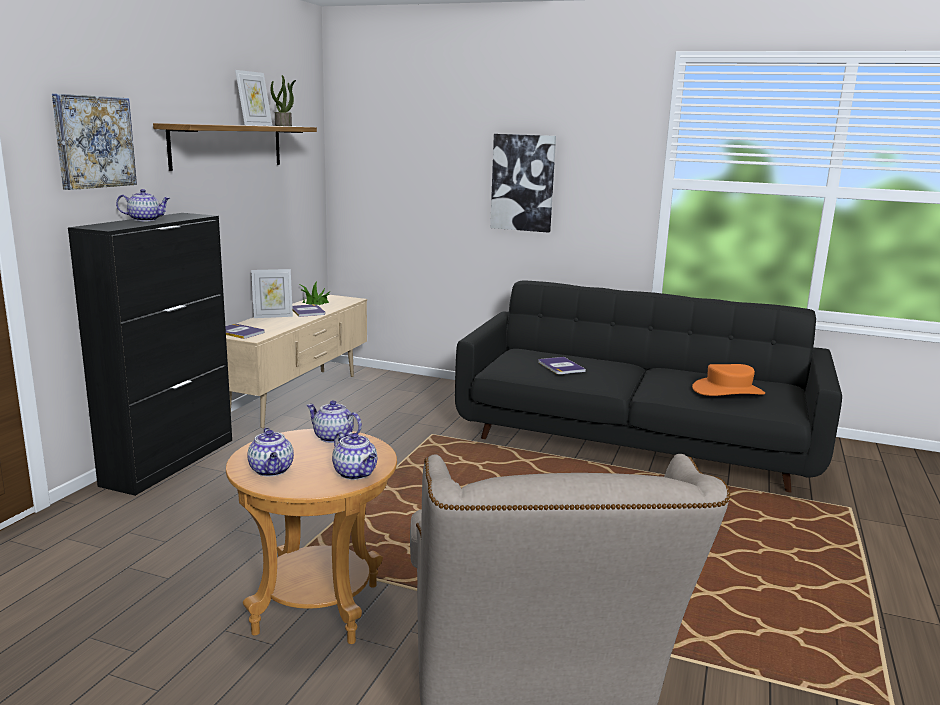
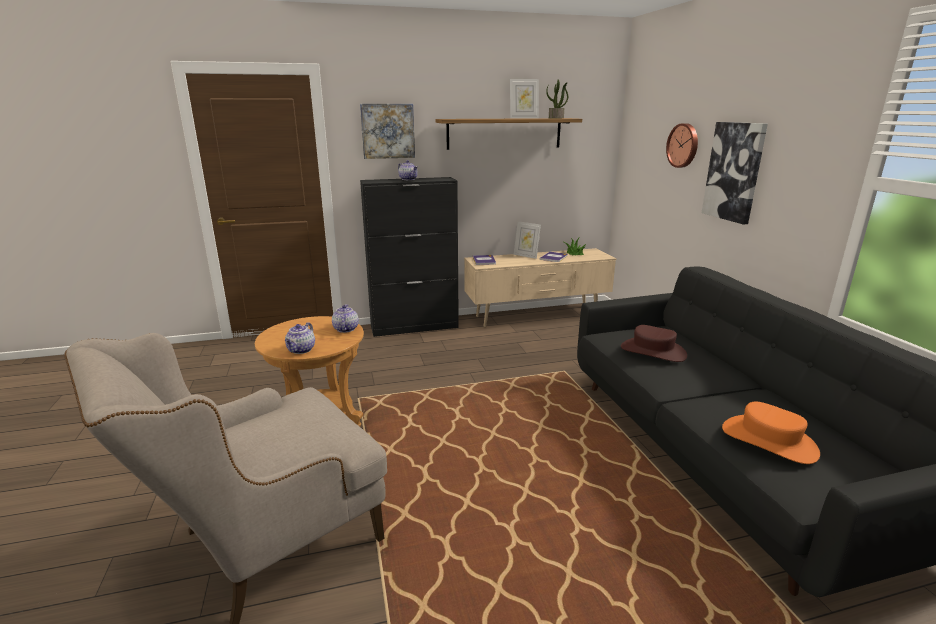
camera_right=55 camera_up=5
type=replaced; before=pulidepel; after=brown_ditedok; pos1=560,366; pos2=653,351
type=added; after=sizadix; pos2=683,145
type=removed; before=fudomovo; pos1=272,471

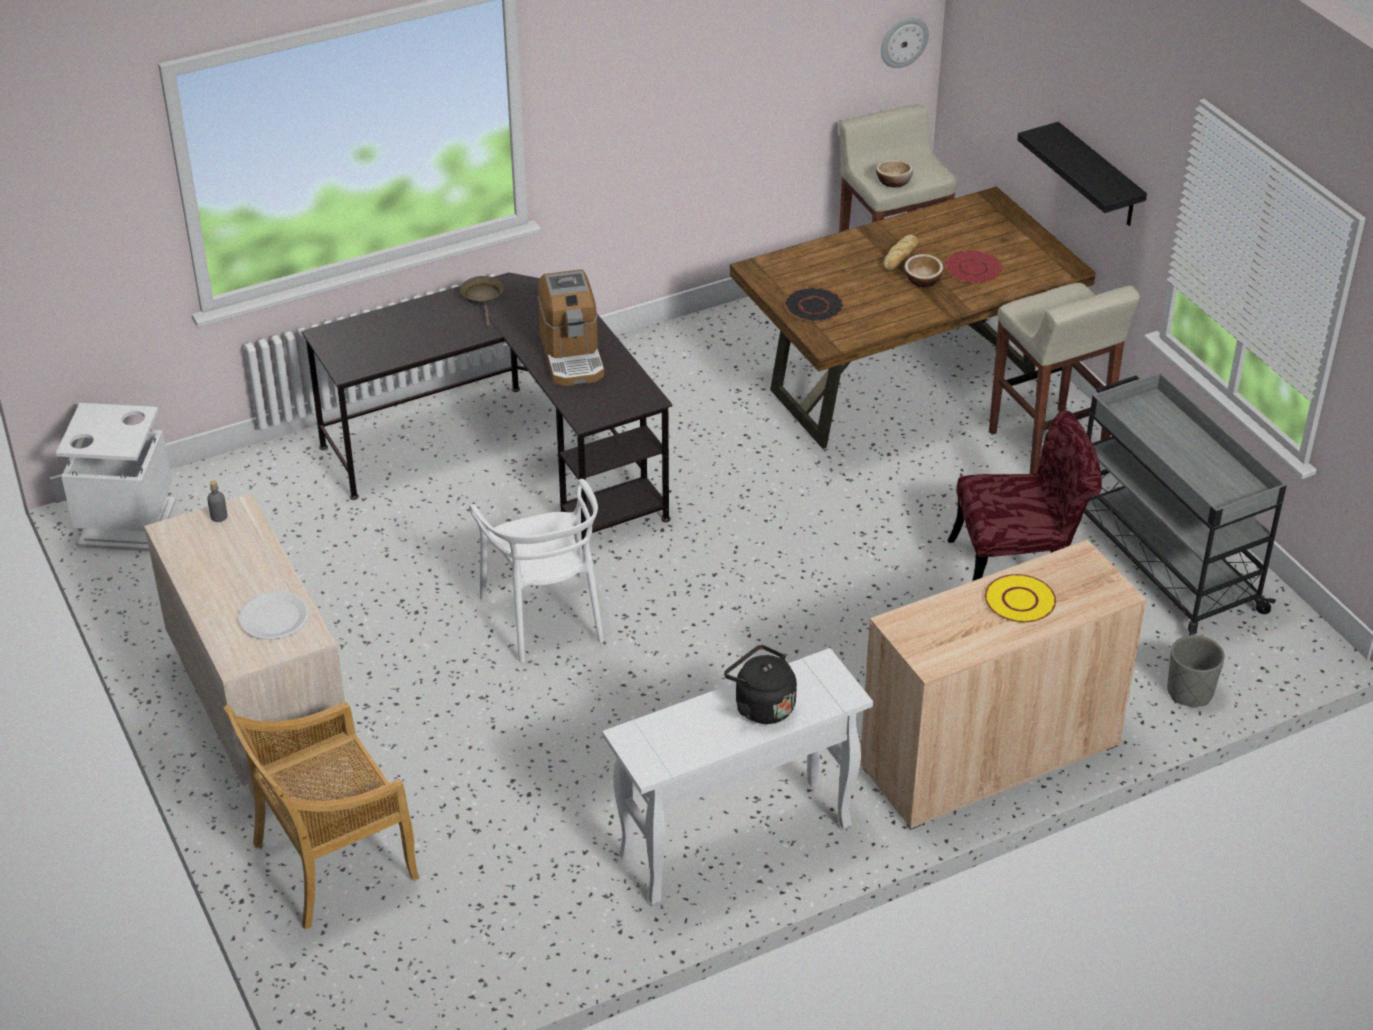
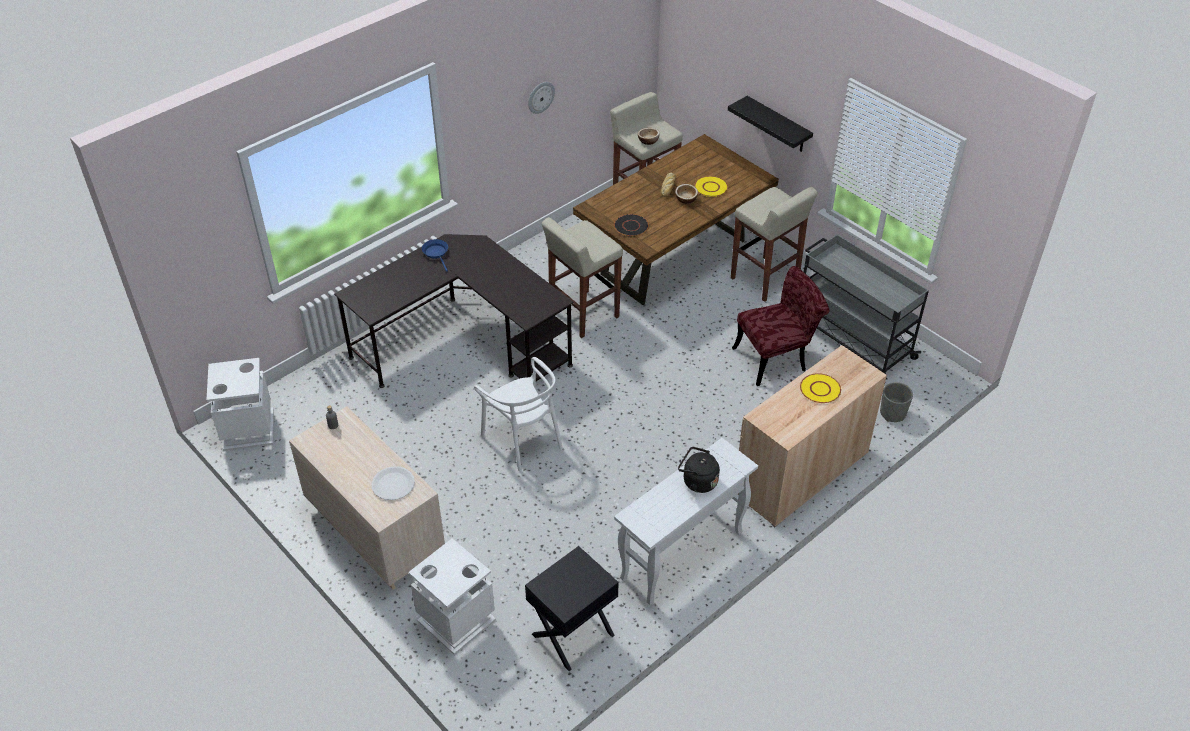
camera_right=-15 camera_up=5
type=replaced; before=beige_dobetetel; after=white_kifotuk; pos1=332,863; pos2=455,620
type=recoloured; before=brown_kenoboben; after=blue_kenoboben; pos1=483,298; pos2=436,253
type=added; after=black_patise; pos2=573,635
type=moved; before=sizadix; pos1=903,41; pos2=540,97
type=added; after=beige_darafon; pos2=583,314
type=recoloured; before=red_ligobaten; after=yellow_ligobaten; pos1=973,268; pos2=711,187
type=removed; before=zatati; pos1=572,356

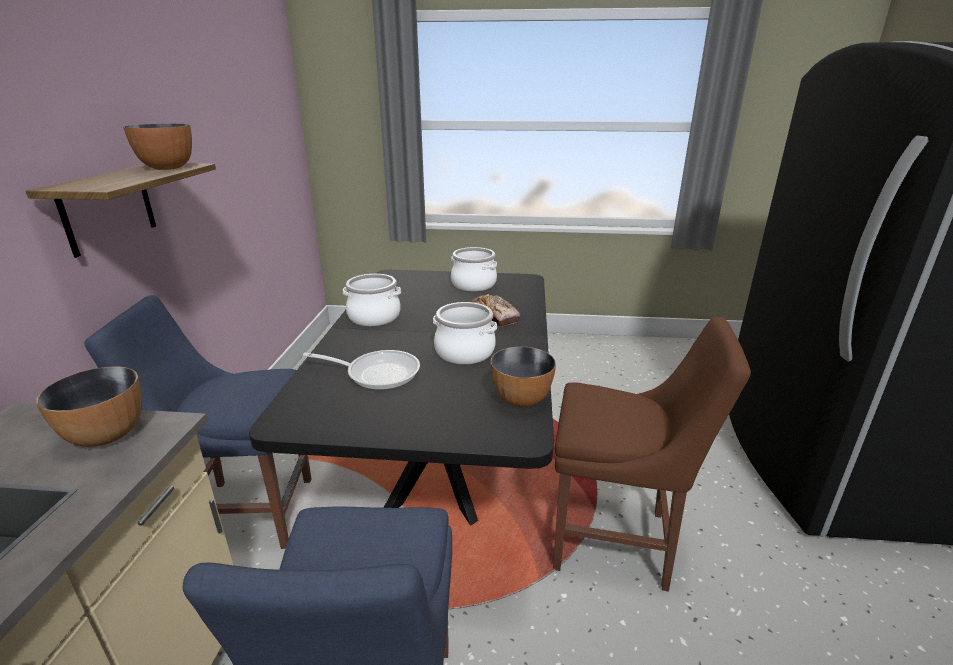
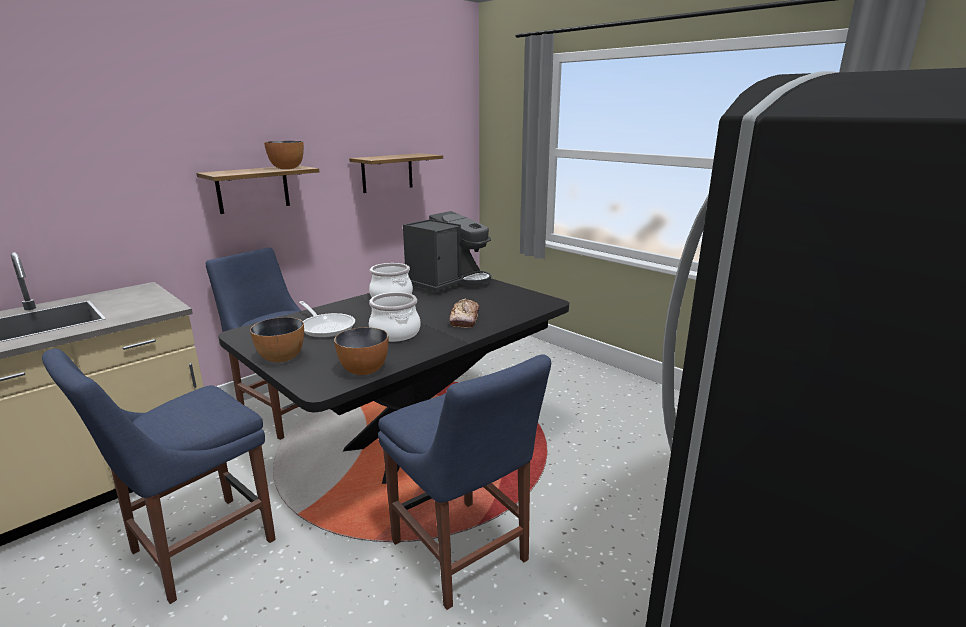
camera_right=40 camera_up=-5
type=moved; before=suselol; pos1=106,435; pos2=281,358
type=added; after=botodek; pos2=387,173
type=recoloured; before=brown_dobetetel; after=blue_dobetetel; pos1=617,541; pos2=462,555
type=added; after=zatati; pos2=448,283
type=removed; before=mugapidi; pos1=473,285

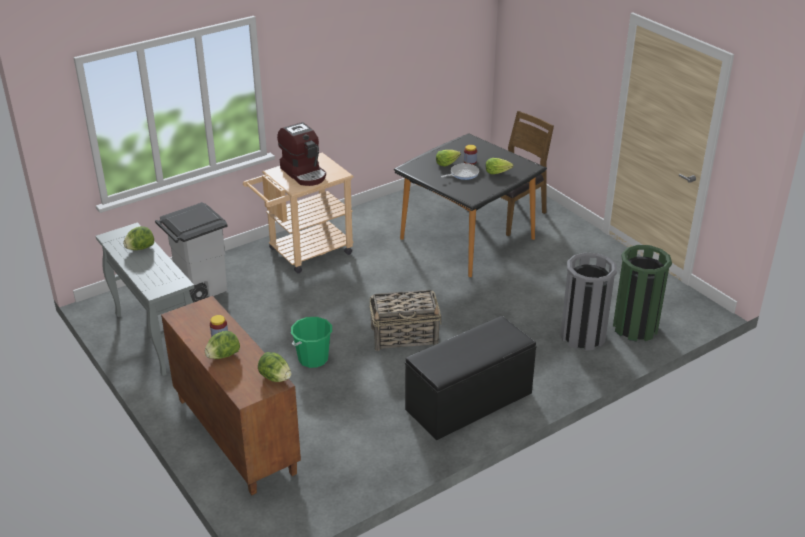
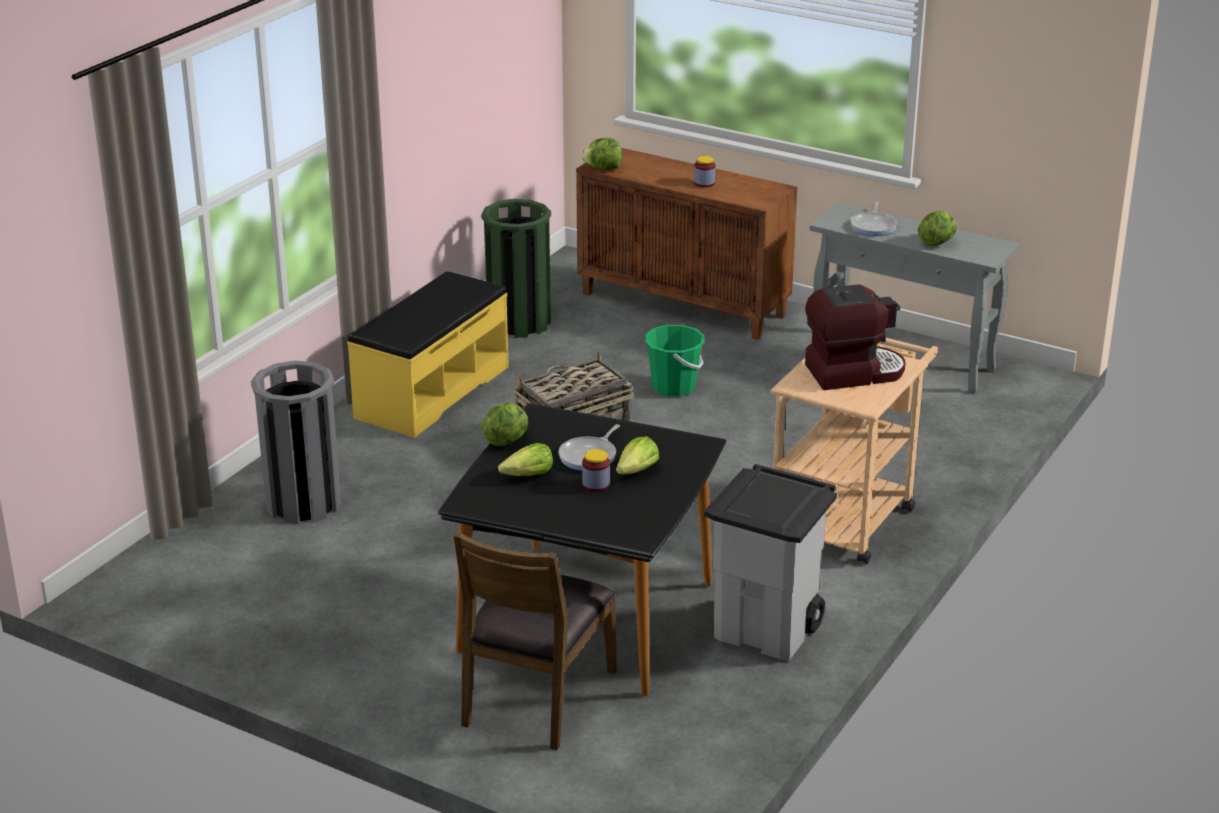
camera_right=155 camera_up=-5
type=recoloured; before=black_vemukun; after=yellow_vemukun; pos1=469,402; pos2=431,392
type=moved; before=green_kifotuk; pos1=635,327; pos2=519,323
type=moved; before=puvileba; pos1=223,356; pos2=506,440
type=moved; before=grey_kifotuk; pos1=199,287; pos2=768,630
type=turned; before=zatati; pos1=304,173; pos2=853,372; turn=135
type=added; after=kenoboben; pos2=873,226

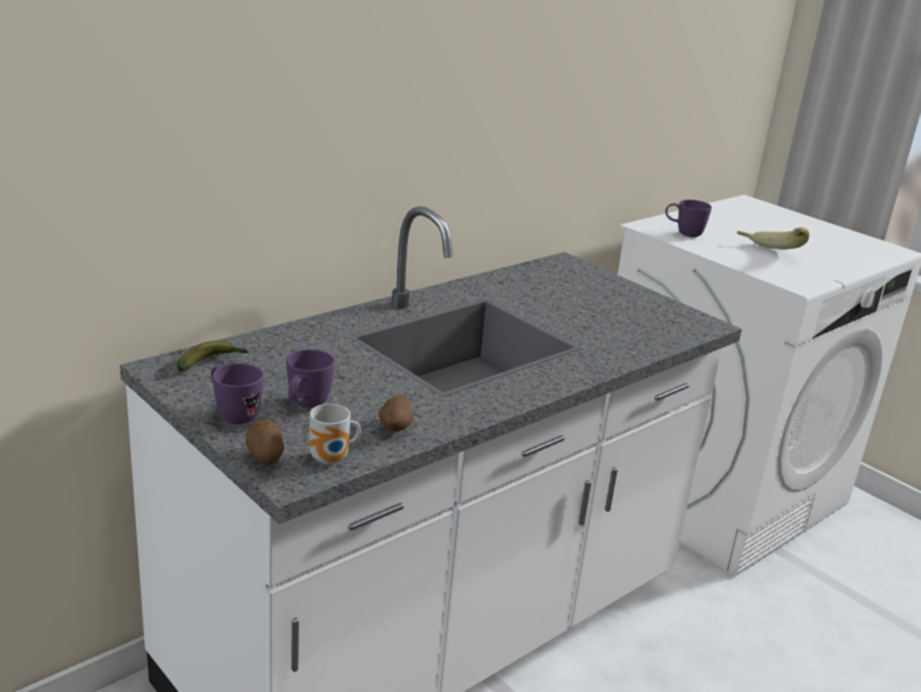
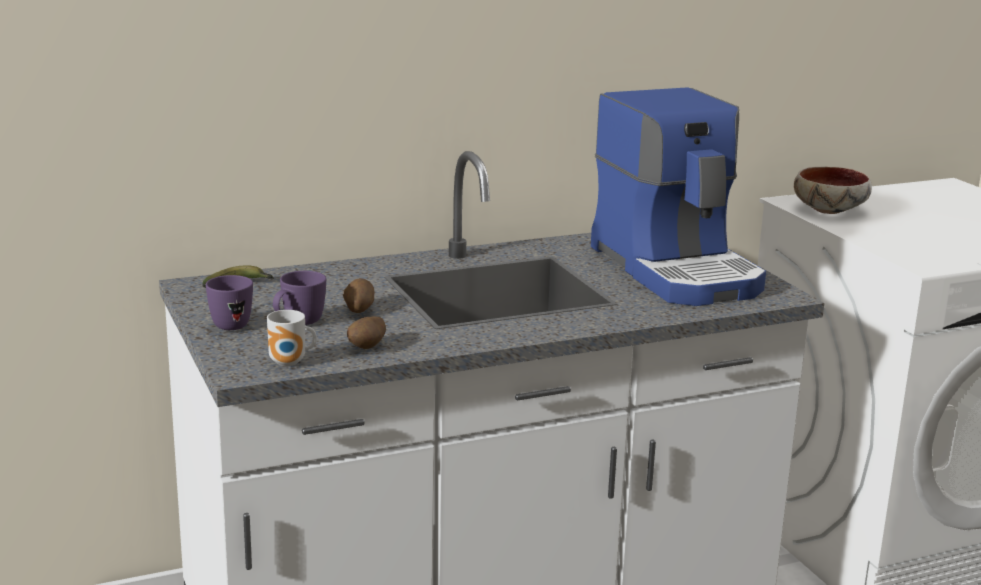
camera_right=20 camera_up=-5
type=moved; before=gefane; pos1=264,457; pos2=358,310
type=added; after=zatati; pos2=678,269
type=replaced; before=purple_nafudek; after=suselol; pos1=683,233; pos2=829,210
type=removed; before=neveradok; pos1=767,253

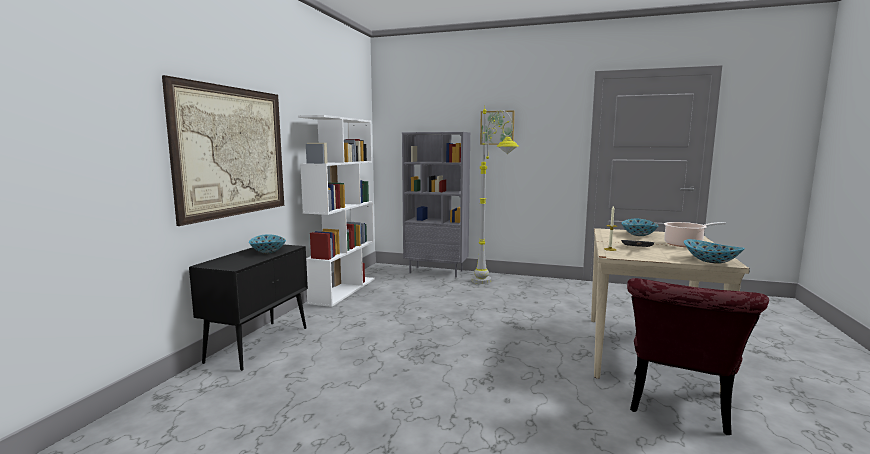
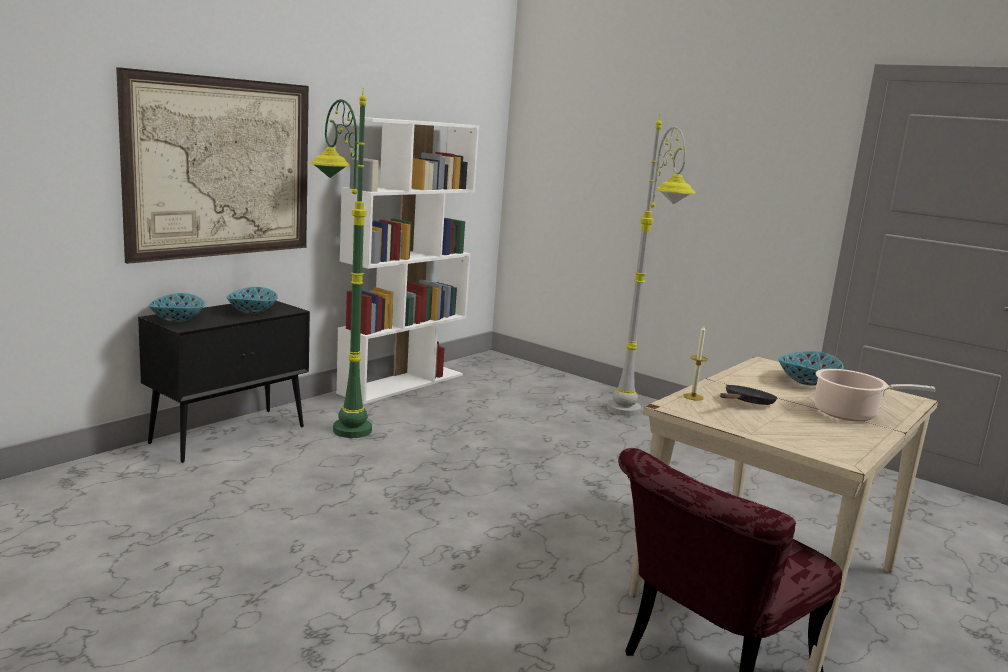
camera_right=20 camera_up=5
type=moved; before=suselol; pos1=711,261; pos2=176,320
type=added; after=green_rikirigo; pos2=337,419
type=removed; before=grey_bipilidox; pos1=436,272
type=removed; before=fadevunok; pos1=497,128

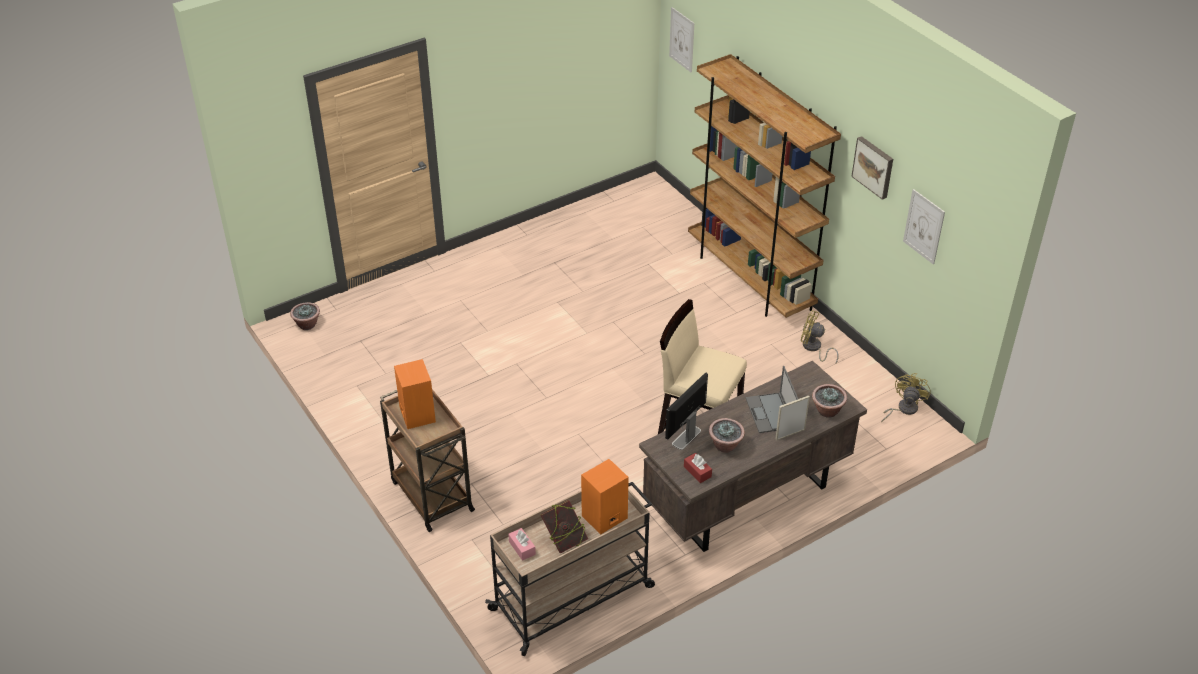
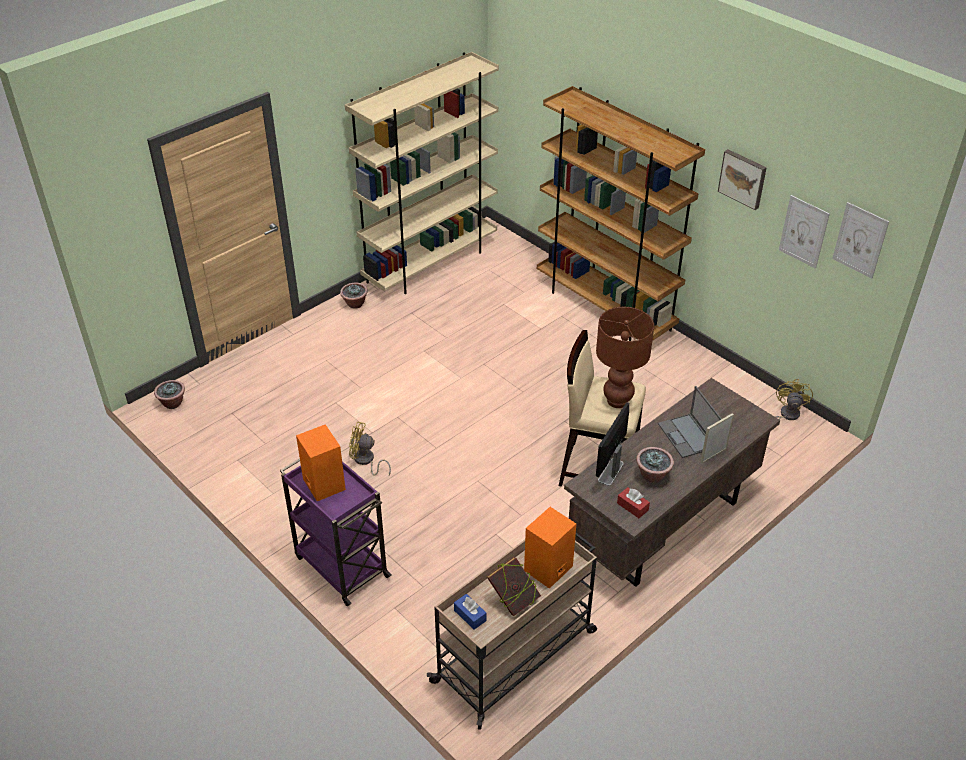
camera_right=-10 camera_up=0
type=recoloured; before=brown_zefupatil; after=purple_zefupatil; pos1=431,495; pos2=340,565
type=moved; before=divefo; pos1=827,411; pos2=355,304
type=added; after=beige_bipilidox; pos2=430,264
type=moved; before=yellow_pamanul; pos1=813,348; pos2=366,461
type=recoloured; before=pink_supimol; after=blue_supimol; pos1=522,548; pos2=470,615
type=added; after=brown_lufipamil; pos2=617,401
type=moved; before=fadevunok; pos1=682,39; pos2=860,240

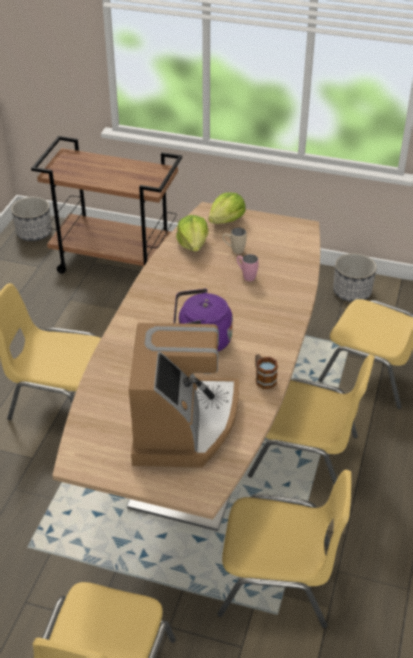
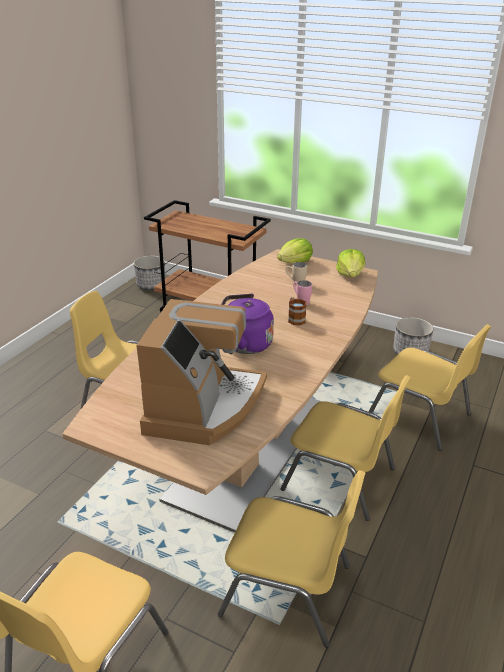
camera_right=10 camera_up=-10
type=moved; before=nafudek; pos1=263,378; pos2=295,318
type=moved; before=puvileba; pos1=193,244; pos2=350,275

